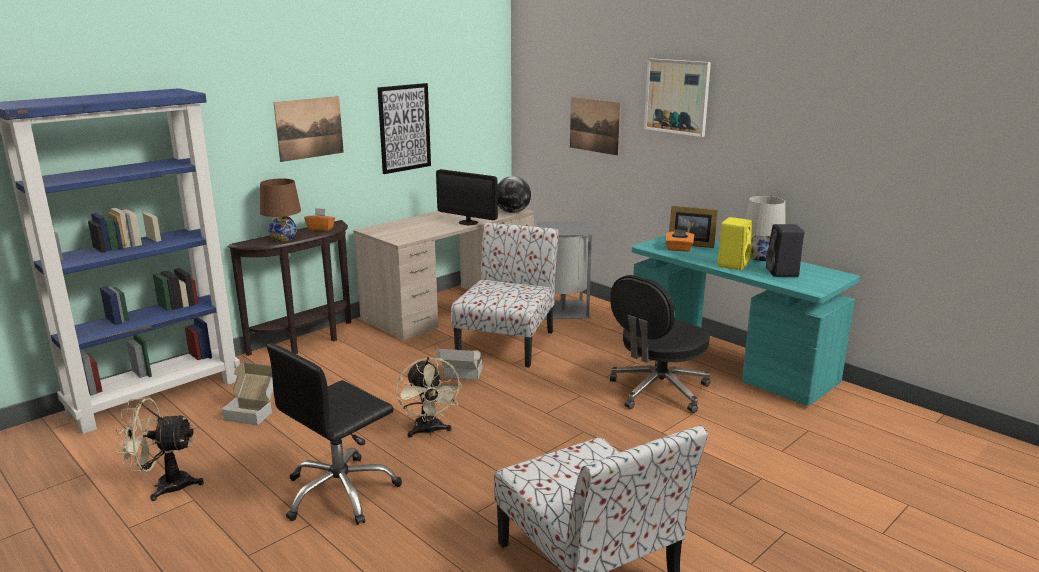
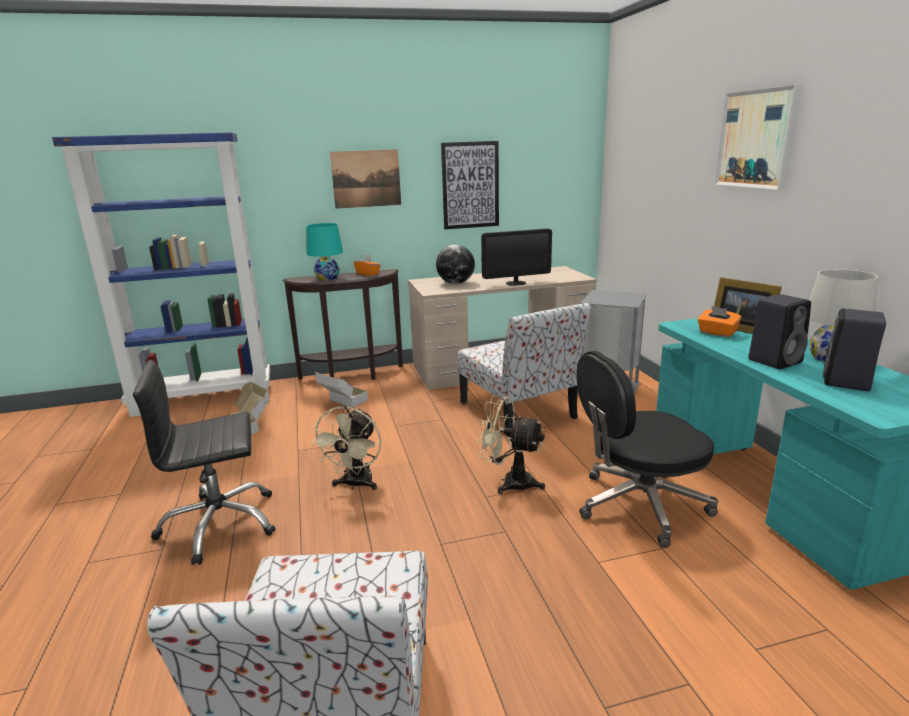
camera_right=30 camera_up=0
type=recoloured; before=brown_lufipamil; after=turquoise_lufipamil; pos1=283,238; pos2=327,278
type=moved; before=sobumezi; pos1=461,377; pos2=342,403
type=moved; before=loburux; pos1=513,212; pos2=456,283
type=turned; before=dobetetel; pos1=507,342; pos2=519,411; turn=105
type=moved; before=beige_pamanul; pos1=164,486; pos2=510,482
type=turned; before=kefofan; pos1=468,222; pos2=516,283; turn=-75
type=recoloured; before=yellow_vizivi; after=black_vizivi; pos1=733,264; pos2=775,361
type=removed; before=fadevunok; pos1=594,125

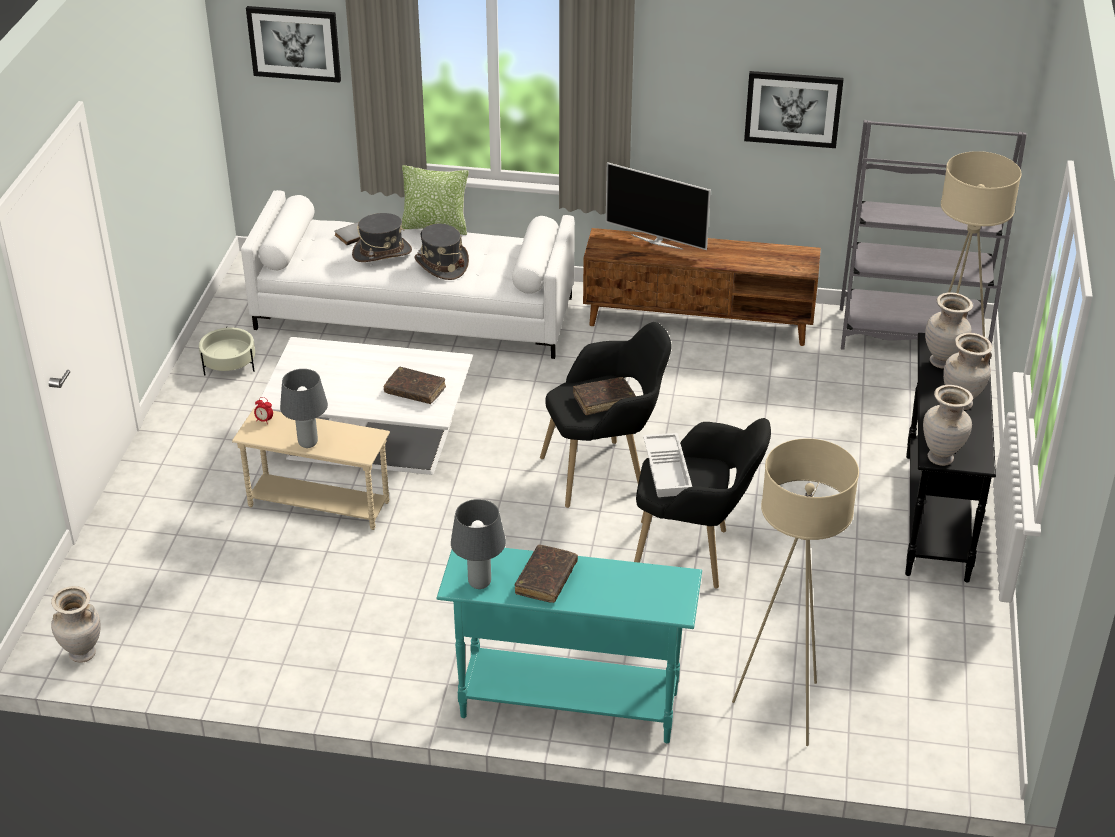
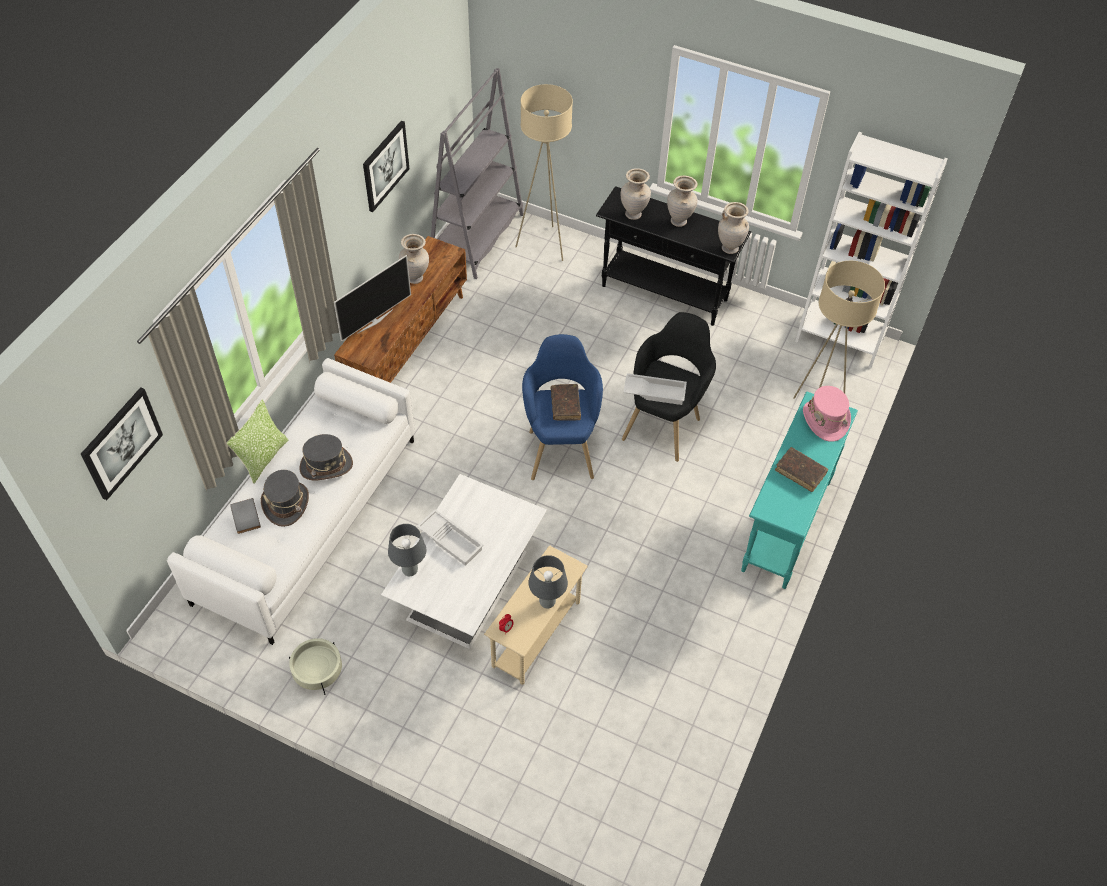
camera_right=-75 camera_up=15
type=moved; before=grey_lufipamil; pos1=480,583; pos2=410,570
type=moved; before=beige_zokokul; pos1=82,655; pos2=415,278
type=added; after=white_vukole; pos2=451,540
type=recoloured; before=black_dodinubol; after=blue_dodinubol; pos1=605,471; pos2=560,446
type=added; after=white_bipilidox; pos2=839,339
type=added; after=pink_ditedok; pos2=825,420
type=removed; before=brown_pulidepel; pos1=415,391

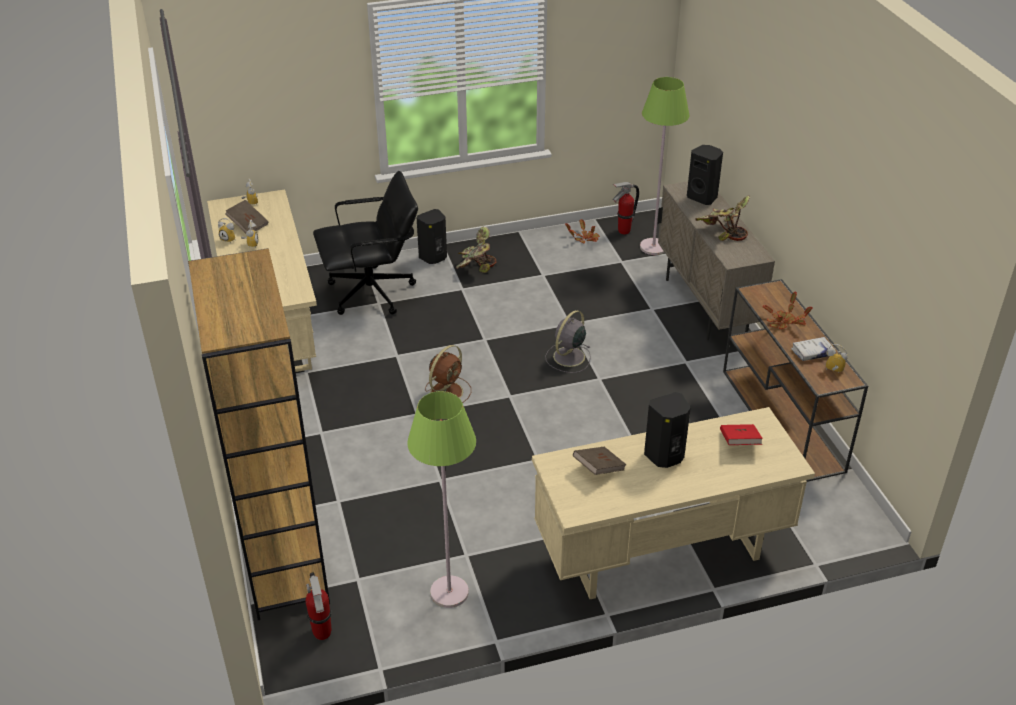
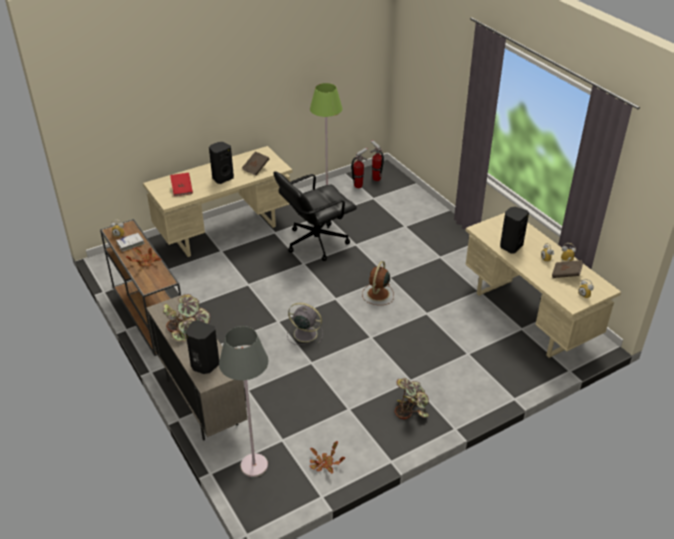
camera_right=165 camera_up=0
type=recoloured; before=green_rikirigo; after=grey_rikirigo; pos1=653,247; pos2=254,466
type=moved; before=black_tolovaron; pos1=372,293; pos2=315,242
type=turned; before=grey_pamanul; pos1=568,357; pos2=304,333; turn=-90
type=moved; before=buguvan; pos1=623,231; pos2=358,186
type=moved; before=black_vizivi; pos1=433,257; pos2=510,246
type=removed; before=brown_bipilidox; pos1=283,559

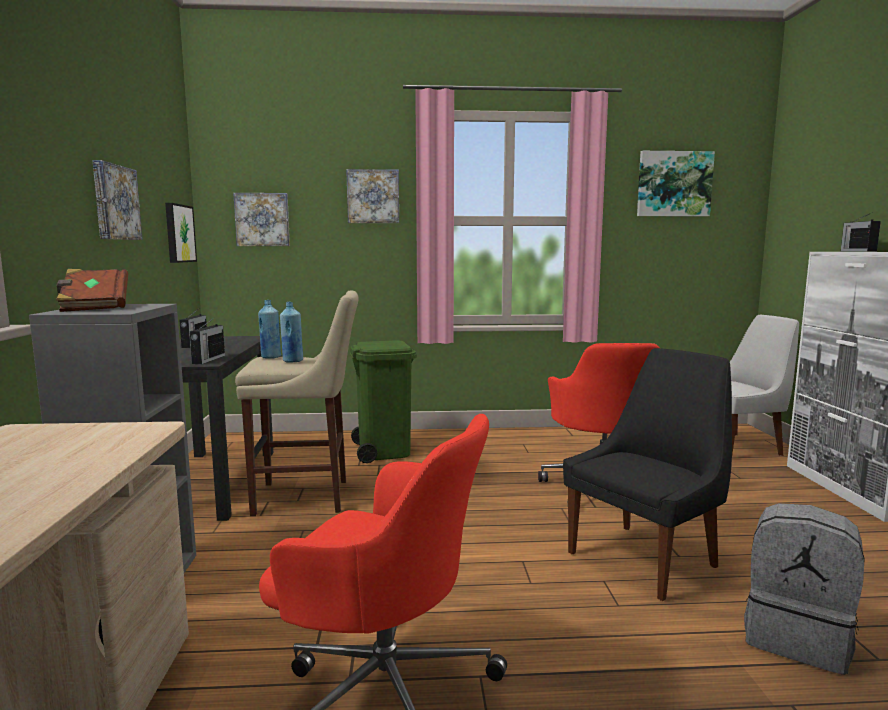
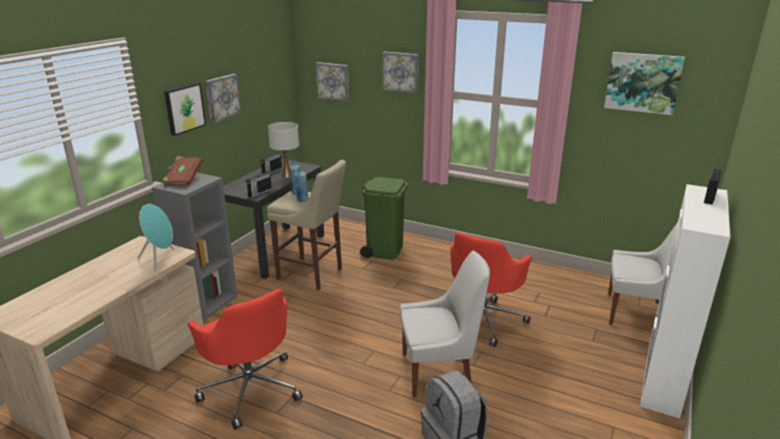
camera_right=30 camera_up=15
type=added; after=turquoise_vizivi; pos2=160,259
type=moved; before=fadevunok; pos1=178,233; pos2=184,108
type=added; after=white_lufipamil; pos2=287,175
type=recoloured; before=black_dobetetel; after=white_dobetetel; pos1=645,558; pos2=439,372

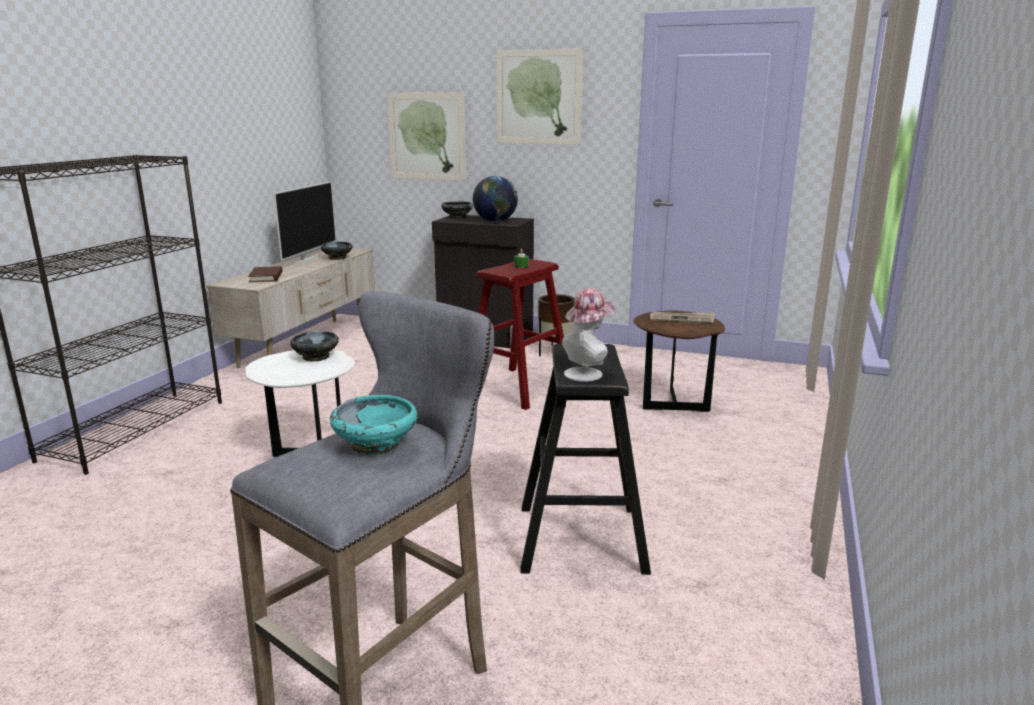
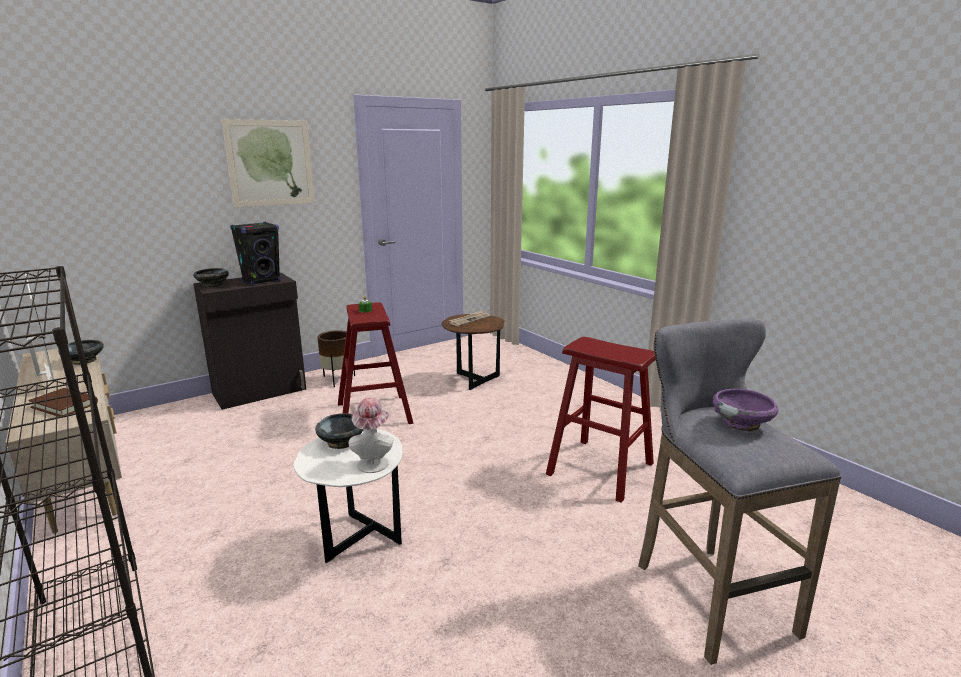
camera_right=-55 camera_up=0
type=replaced; before=loburux; after=black_vizivi; pos1=495,221; pos2=261,281
type=moved; before=ditedok; pos1=587,373; pos2=373,462
type=recoloured; before=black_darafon; after=red_darafon; pos1=581,538; pos2=600,468
type=recoloured; before=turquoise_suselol; after=purple_suselol; pos1=376,445; pos2=742,423
type=removed; before=fadevunok; pos1=427,136

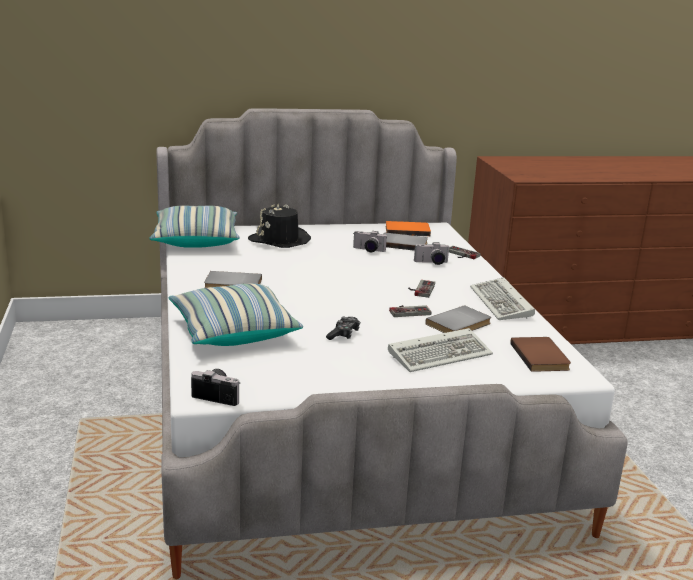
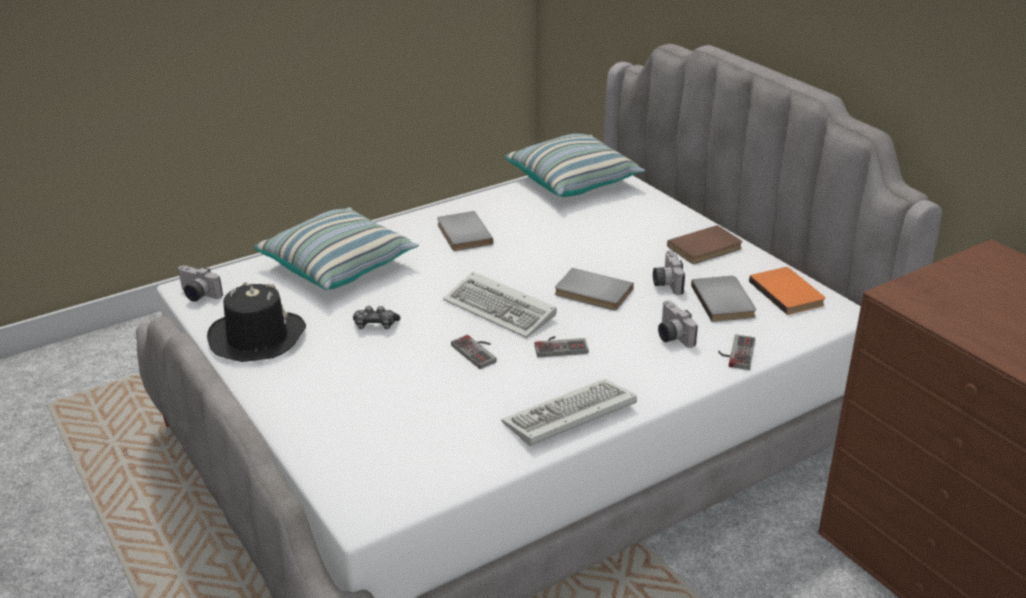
camera_right=70 camera_up=10
type=turned; before=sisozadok; pos1=218,395; pos2=197,295; turn=120
type=moved; before=black_ditedok; pos1=279,240; pos2=257,338
type=moved; before=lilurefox; pos1=441,354; pos2=502,310
type=moved; before=grey_pulidepel; pos1=460,324; pos2=592,293
type=moved; before=brown_pulidepel; pos1=541,357; pos2=706,248

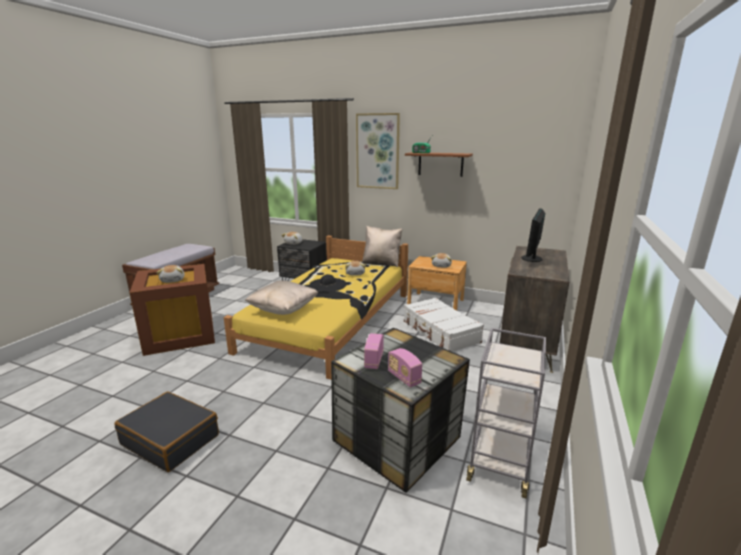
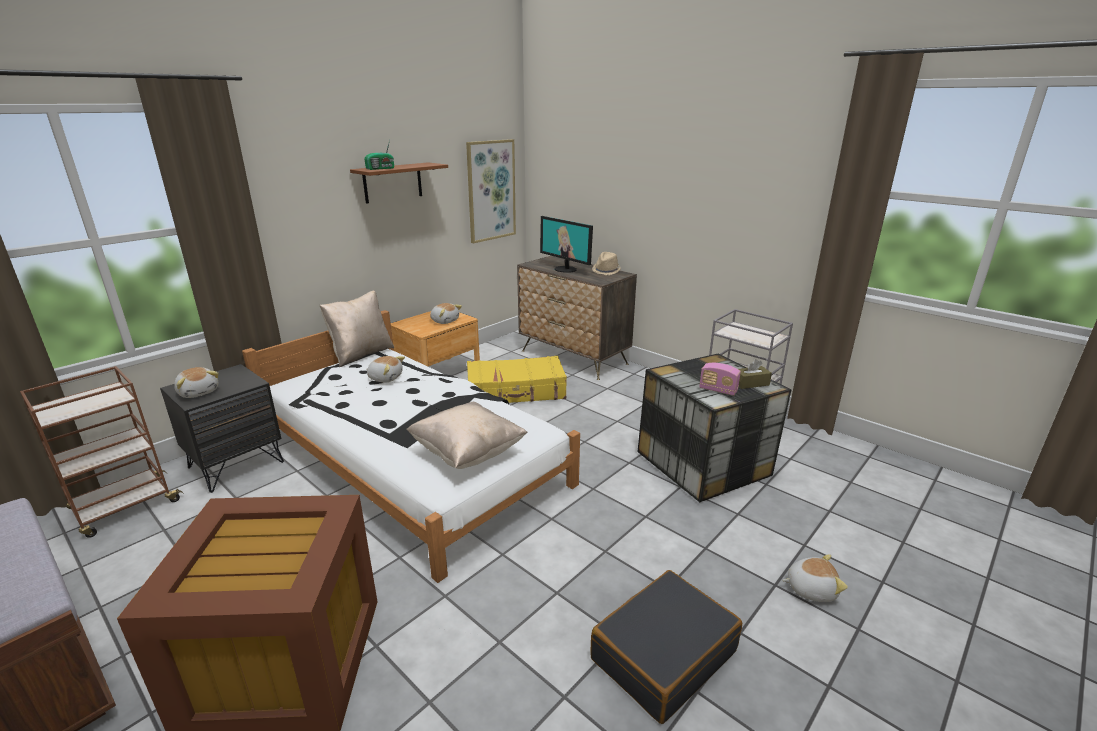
camera_right=-70 camera_up=5
type=added; after=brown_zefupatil; pos2=124,507
type=recoloured; before=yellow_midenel; after=white_midenel; pos1=330,320; pos2=410,459
type=moved; before=fadevunok; pos1=378,151; pos2=491,191
type=recoloured; before=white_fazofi; after=yellow_fazofi; pos1=440,332; pos2=516,391
type=added; after=beige_ditedok; pos2=606,271
type=replaced; before=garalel; after=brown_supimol; pos1=404,378; pos2=750,383
type=moved; before=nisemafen; pos1=173,280; pos2=810,588
type=removed; before=black_ditedok; pos1=328,285

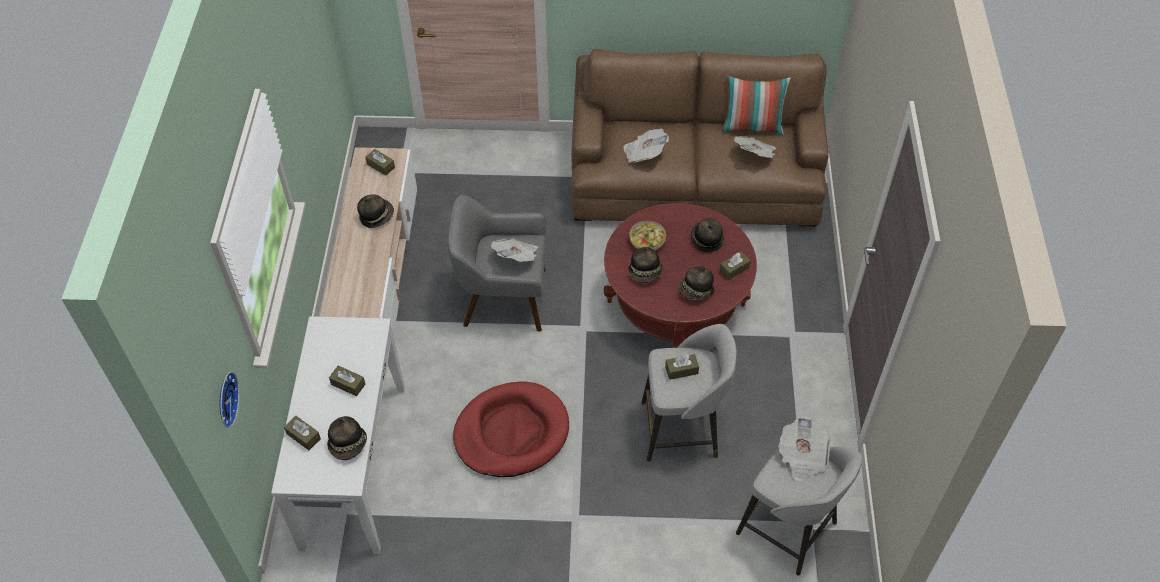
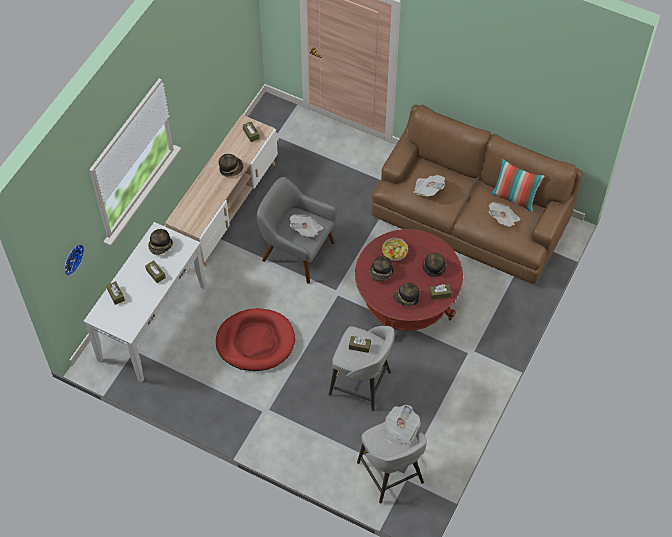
camera_right=25 camera_up=5
type=moved; before=ditedok; pos1=348,445; pos2=161,246

